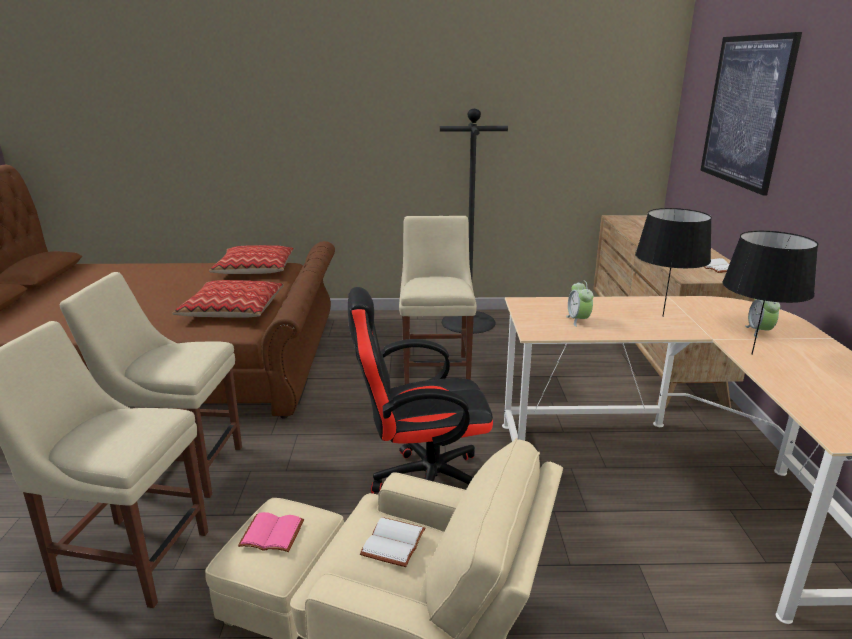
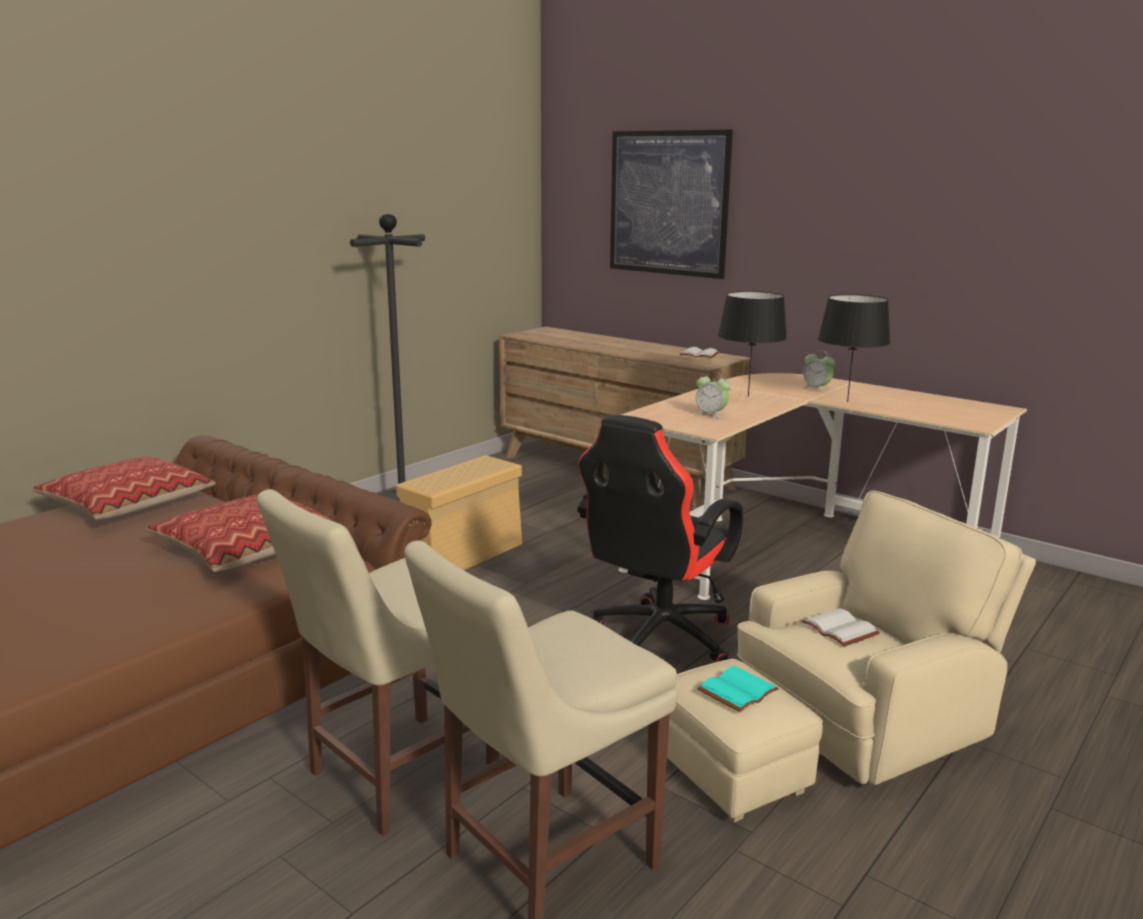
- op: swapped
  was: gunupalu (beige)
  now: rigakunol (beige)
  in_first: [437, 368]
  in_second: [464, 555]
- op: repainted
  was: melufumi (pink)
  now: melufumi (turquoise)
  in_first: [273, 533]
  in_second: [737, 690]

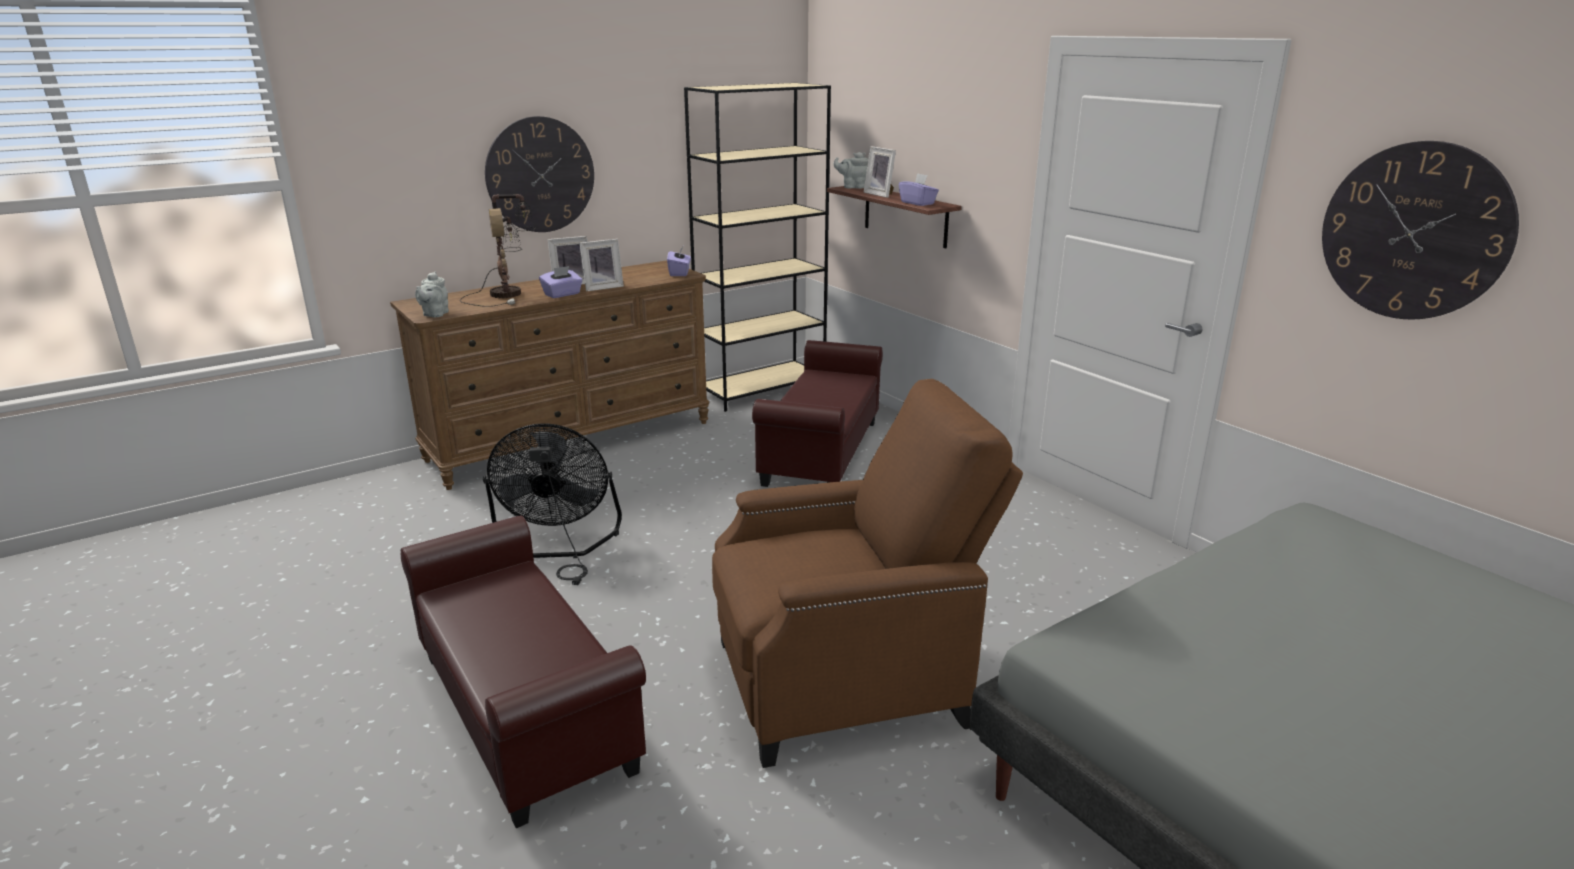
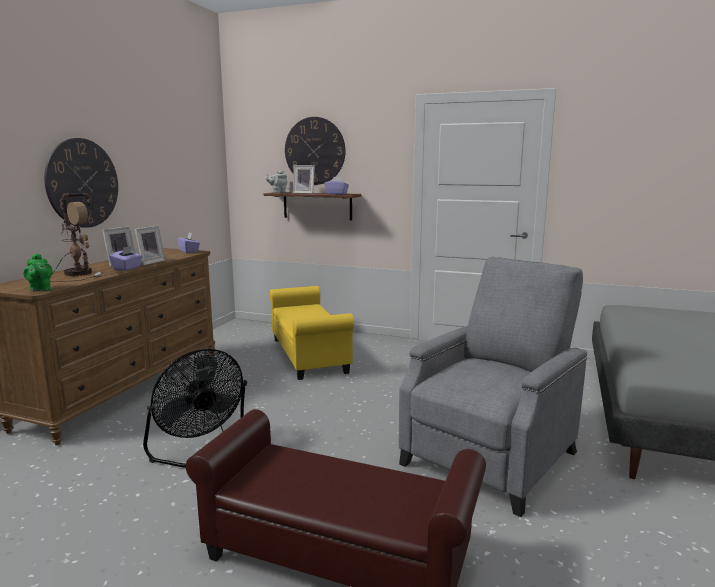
- op: gone
  was: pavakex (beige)
  in_first: [762, 390]
- op: shifted
  was: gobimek
  in_first: [1414, 231]
  in_second: [315, 151]
- op: repainted
  was: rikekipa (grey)
  now: rikekipa (green)
  in_first: [435, 314]
  in_second: [40, 289]
- op: repainted
  was: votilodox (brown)
  now: votilodox (yellow)
  in_first: [821, 452]
  in_second: [308, 355]
- op: repainted
  was: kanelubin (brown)
  now: kanelubin (grey)
  in_first: [850, 681]
  in_second: [493, 456]

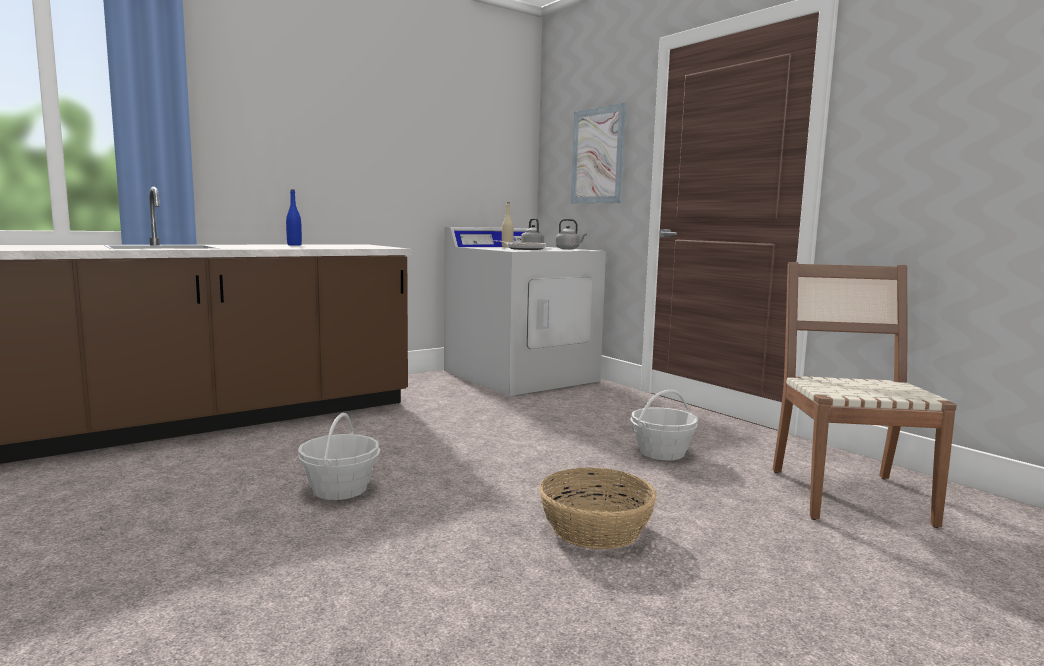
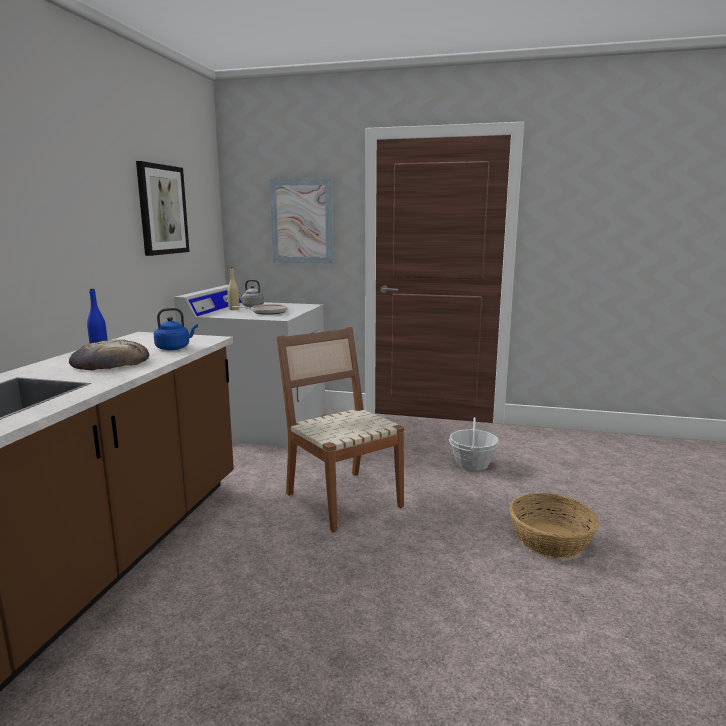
- op: gone
  was: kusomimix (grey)
  in_first: [568, 249]
- op: shifted
  was: gunupalu
  in_first: [847, 493]
  in_second: [341, 498]
- op: gone
  was: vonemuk
  in_first: [340, 489]
- op: new
  now: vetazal
  in_second: [162, 210]
- op: new
  now: kusomimix (blue)
  in_second: [174, 348]
- op: new
  now: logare
  in_second: [110, 362]

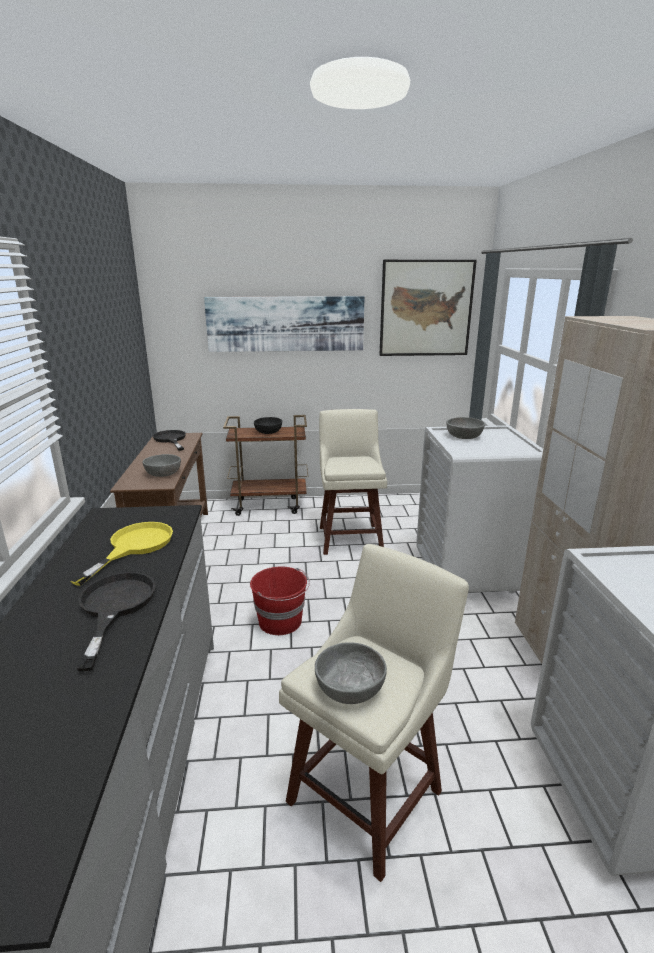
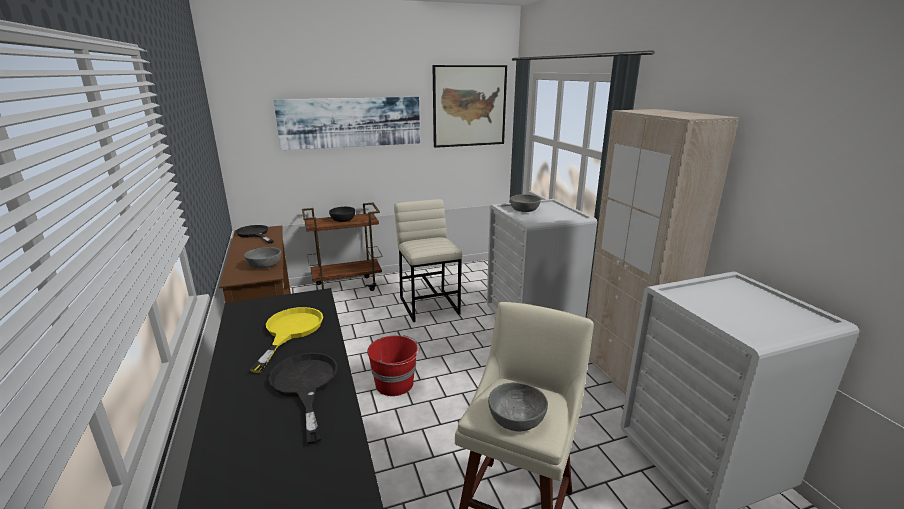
- op: swapped
  was: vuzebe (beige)
  now: gunupalu (beige)
  in_first: [350, 537]
  in_second: [428, 305]

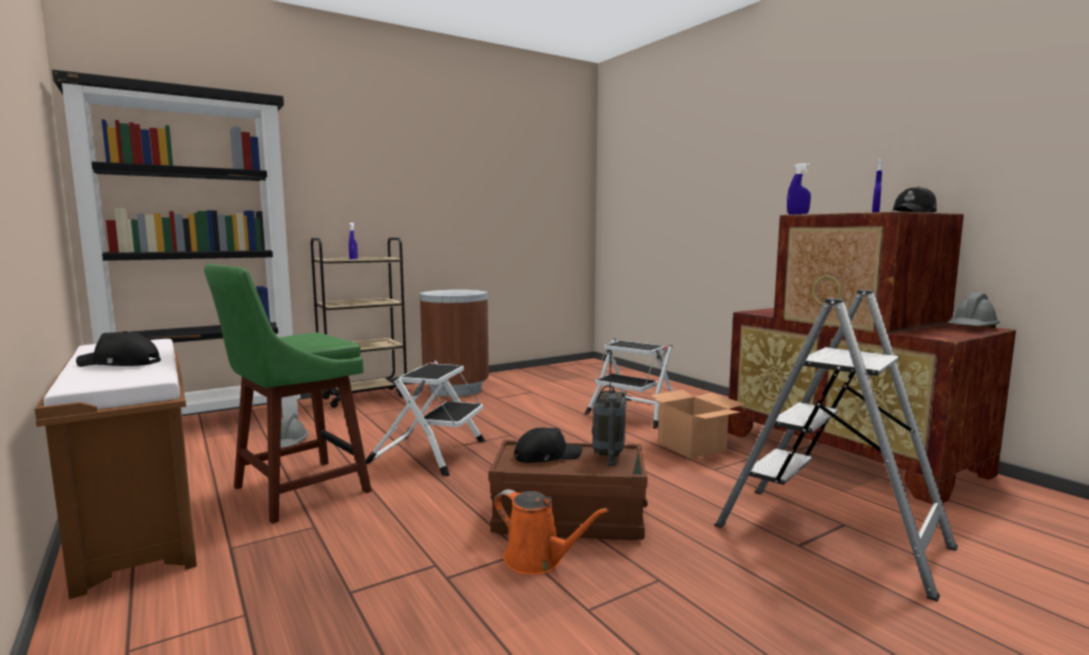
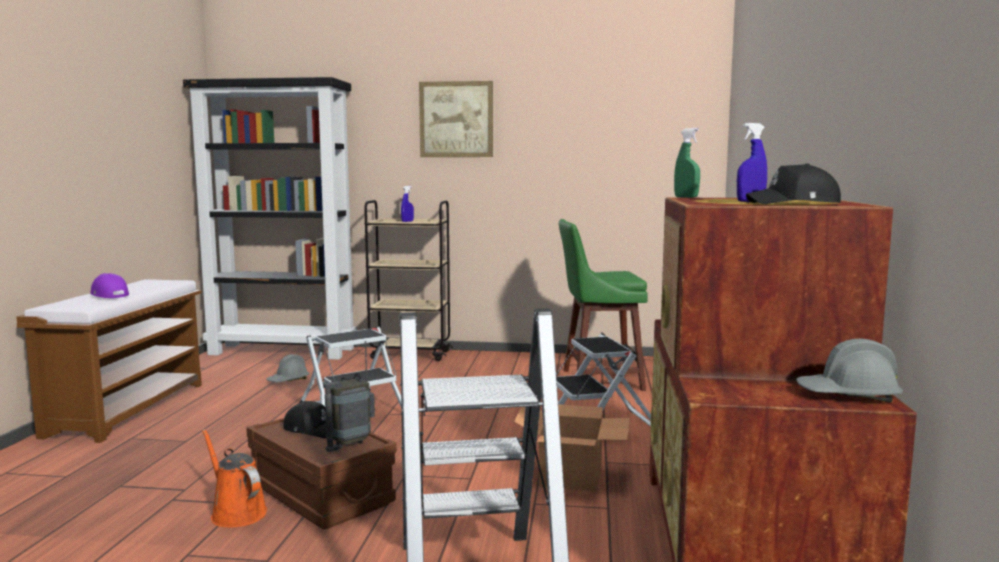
- op: repainted
  was: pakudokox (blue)
  now: pakudokox (green)
  in_first: [797, 214]
  in_second: [686, 197]
- op: shifted
  was: gunupalu (green)
  in_first: [294, 491]
  in_second: [597, 380]
- op: gone
  was: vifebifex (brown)
  in_first: [456, 389]
- op: repainted
  was: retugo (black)
  now: retugo (purple)
  in_first: [119, 364]
  in_second: [108, 295]
- op: rotated
  was: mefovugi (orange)
  in_first: [538, 560]
  in_second: [236, 512]
  clockwise: 150
- op: new
  now: vetazal
  in_second: [456, 119]

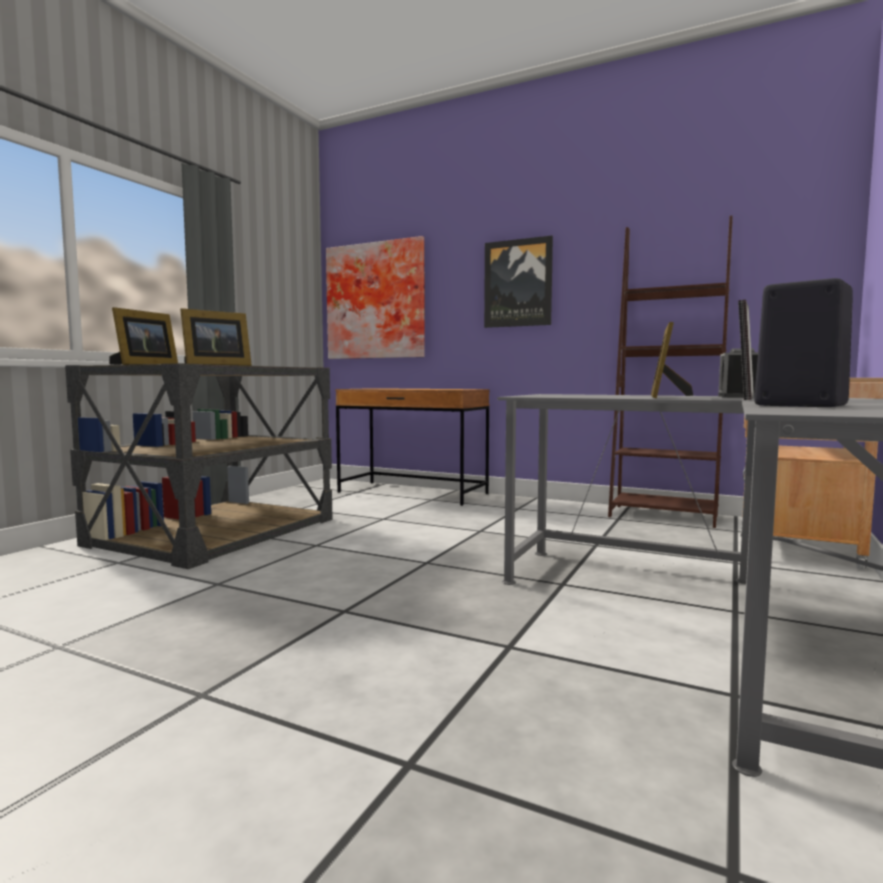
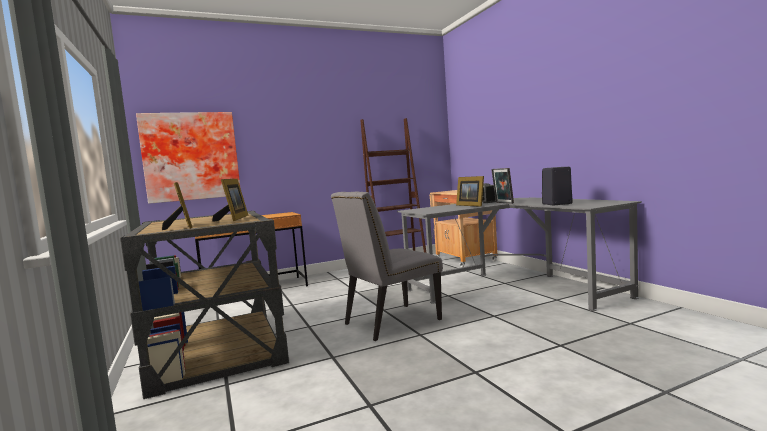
- op: gone
  was: vetazal
  in_first: [518, 283]
- op: new
  now: gunupalu (grey)
  in_second: [393, 321]

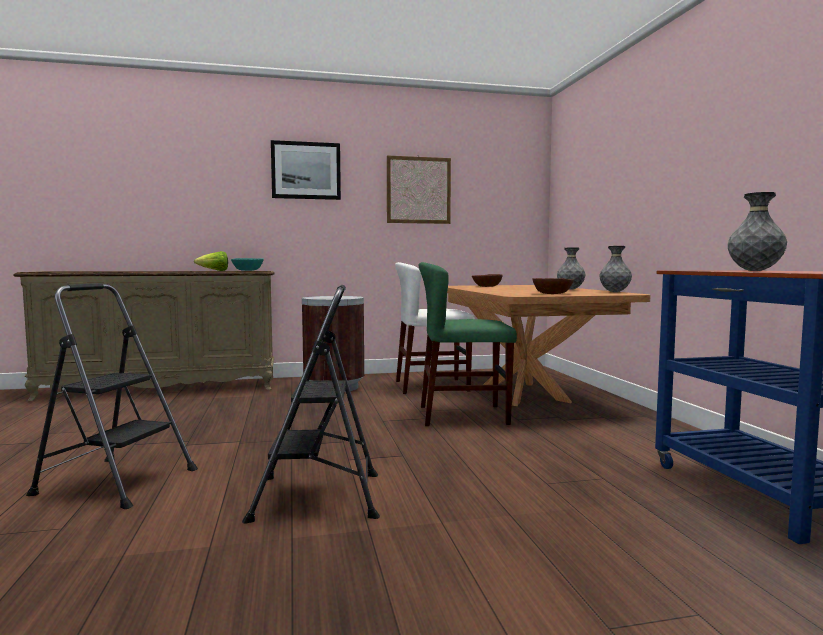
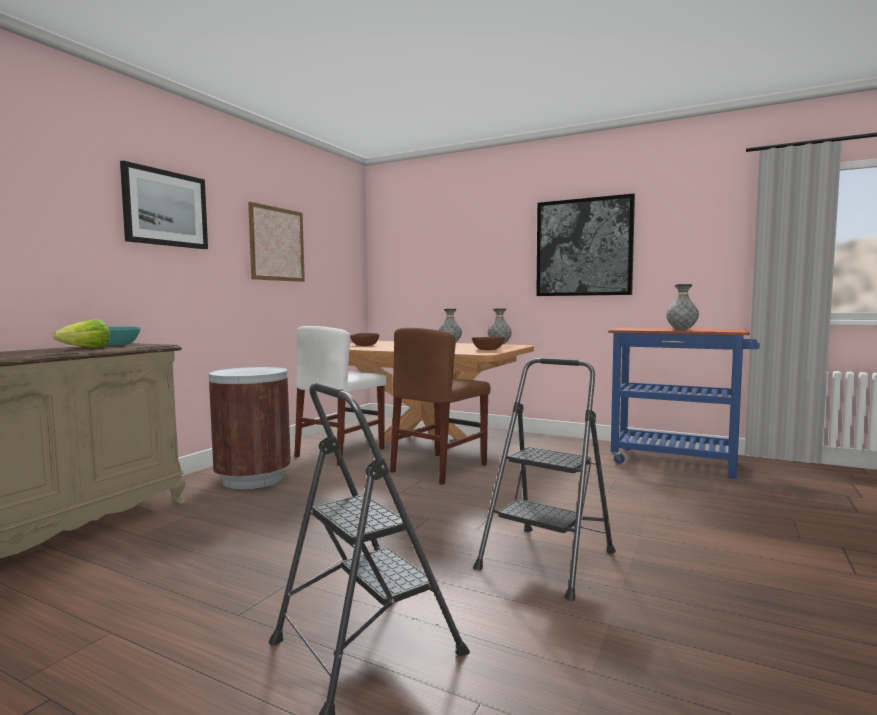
- op: repainted
  was: gunupalu (green)
  now: gunupalu (brown)
  in_first: [463, 415]
  in_second: [439, 468]
- op: new
  now: vetazal
  in_second: [584, 247]

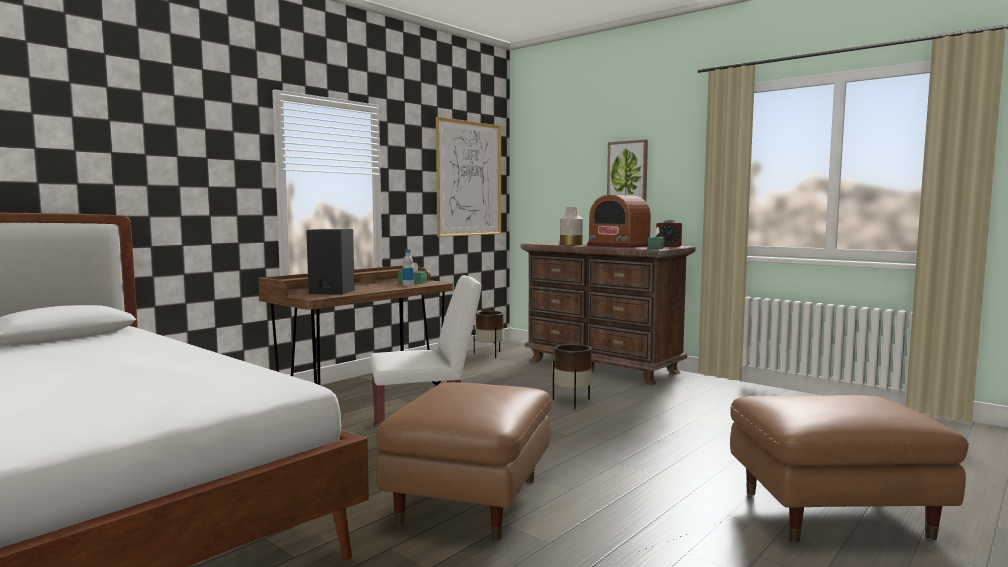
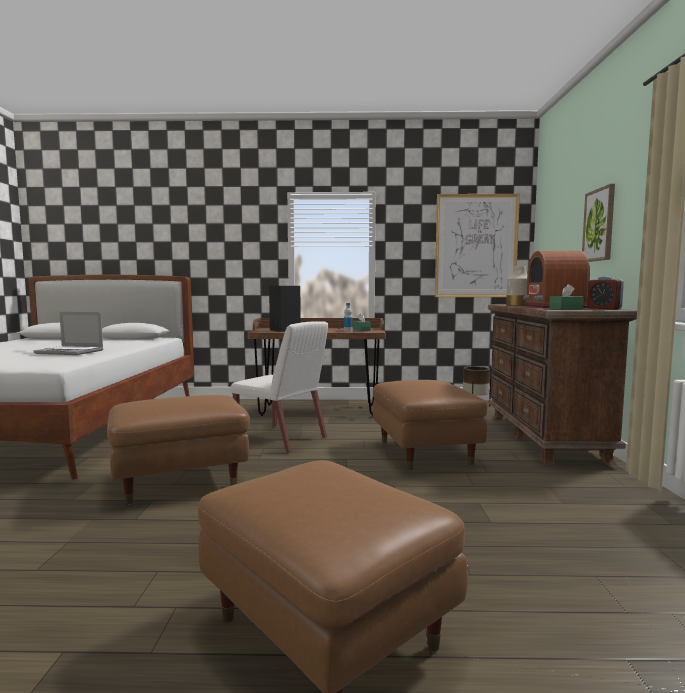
- op: swapped
  was: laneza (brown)
  now: votilodox (brown)
  in_first: [572, 402]
  in_second: [425, 453]
- op: new
  now: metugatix
  in_second: [71, 352]

